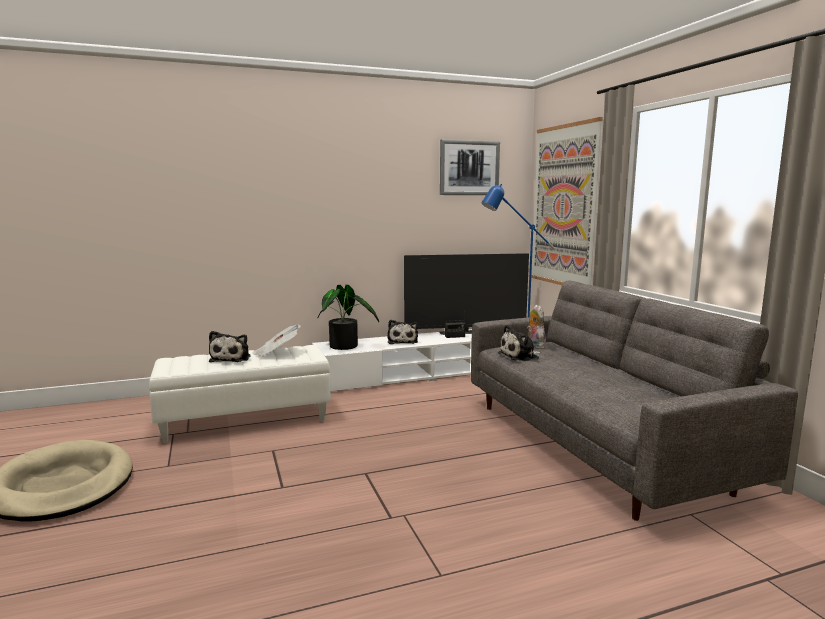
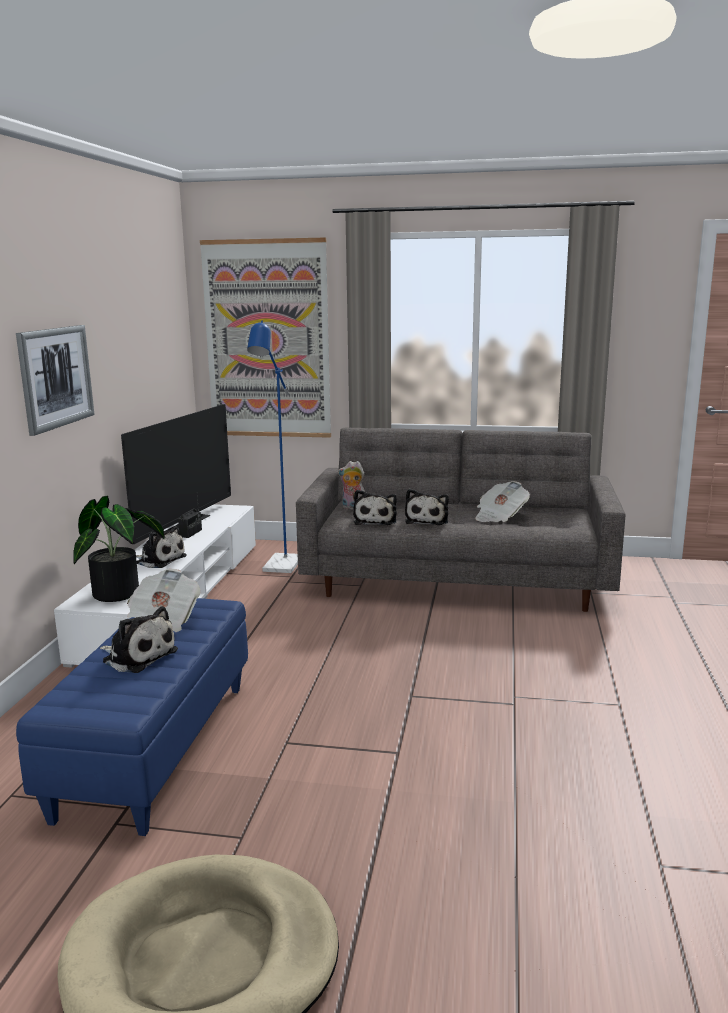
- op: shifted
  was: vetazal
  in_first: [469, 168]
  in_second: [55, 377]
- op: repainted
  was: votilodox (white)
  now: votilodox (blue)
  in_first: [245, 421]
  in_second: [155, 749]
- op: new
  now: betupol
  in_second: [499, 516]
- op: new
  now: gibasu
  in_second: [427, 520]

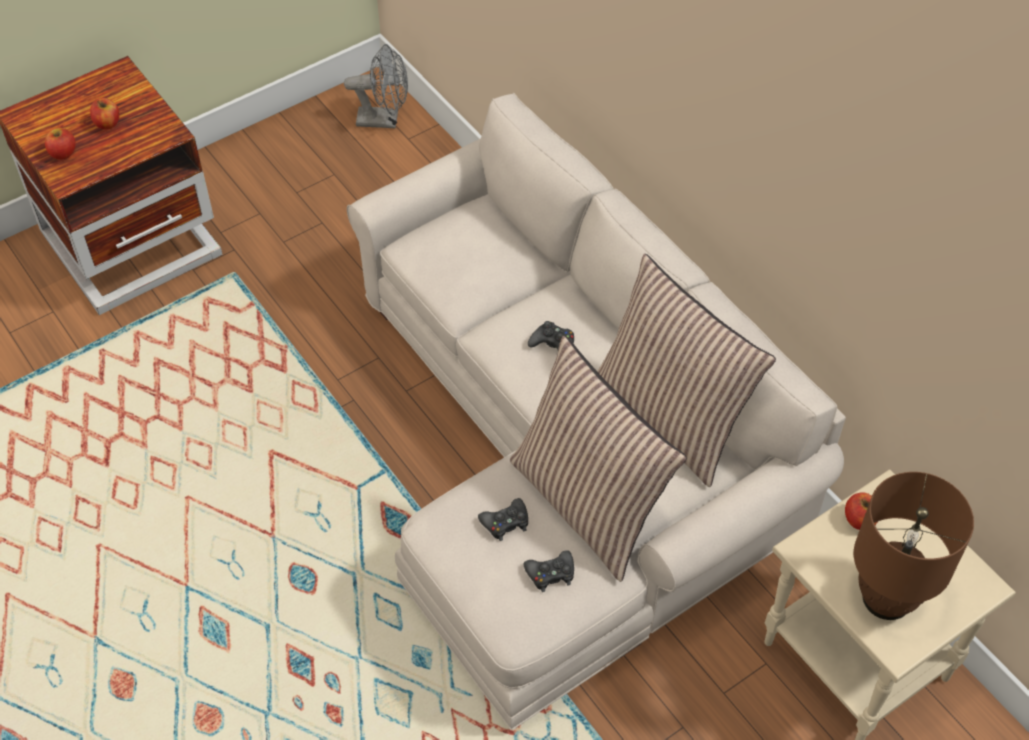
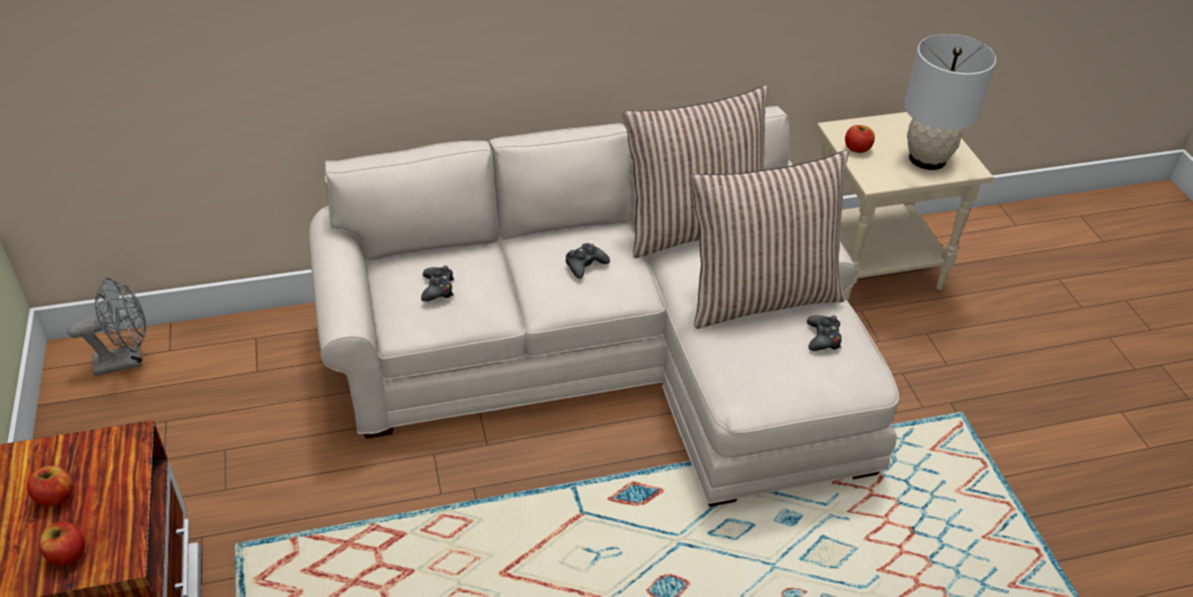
- op: rotated
  was: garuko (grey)
  in_first: [384, 120]
  in_second: [127, 360]
  clockwise: 45
- op: repainted
  was: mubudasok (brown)
  now: mubudasok (white)
  in_first: [887, 598]
  in_second: [927, 158]
- op: shifted
  was: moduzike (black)
  in_first: [505, 523]
  in_second: [438, 288]

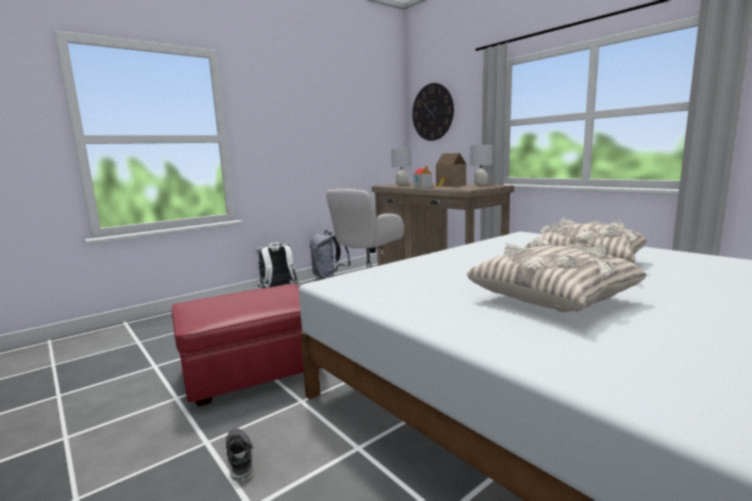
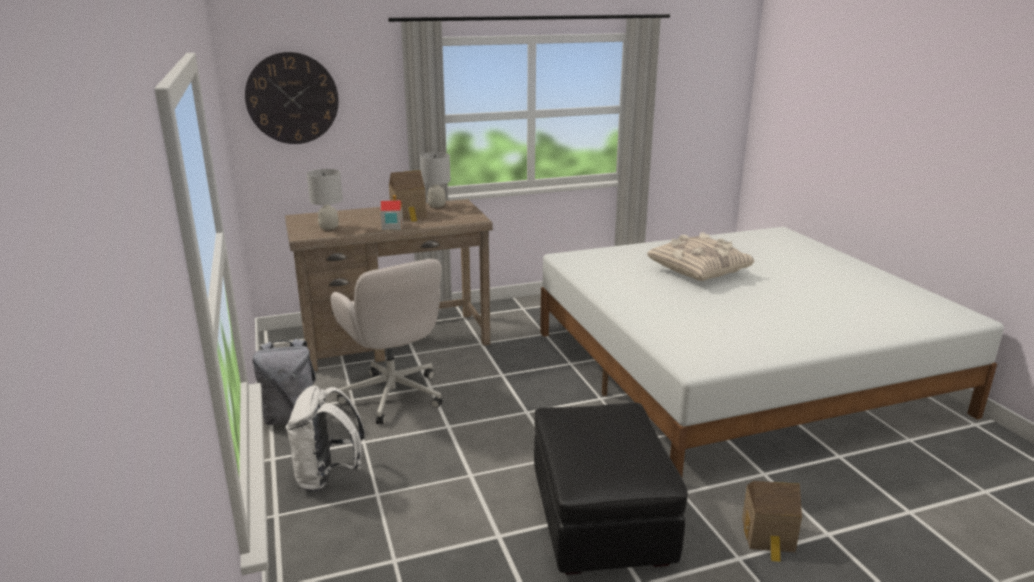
- op: gone
  was: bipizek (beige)
  in_first: [552, 300]
- op: repainted
  was: votilodox (red)
  now: votilodox (black)
  in_first: [252, 371]
  in_second: [600, 521]
- op: swapped
  was: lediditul
  now: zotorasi
  in_first: [239, 459]
  in_second: [769, 537]

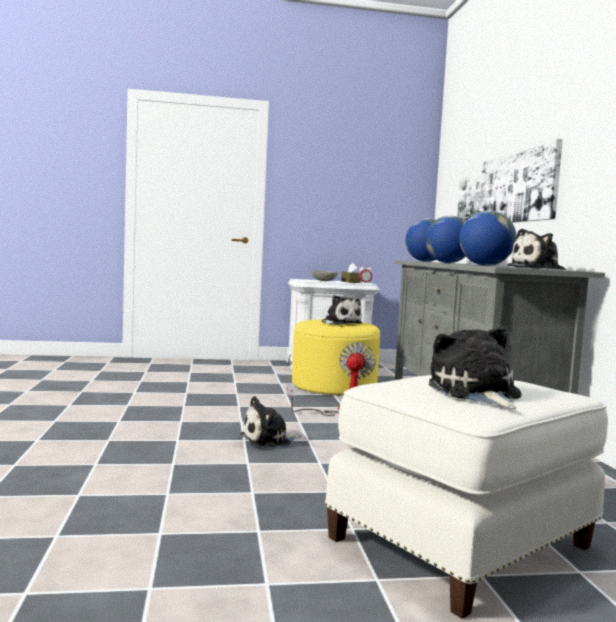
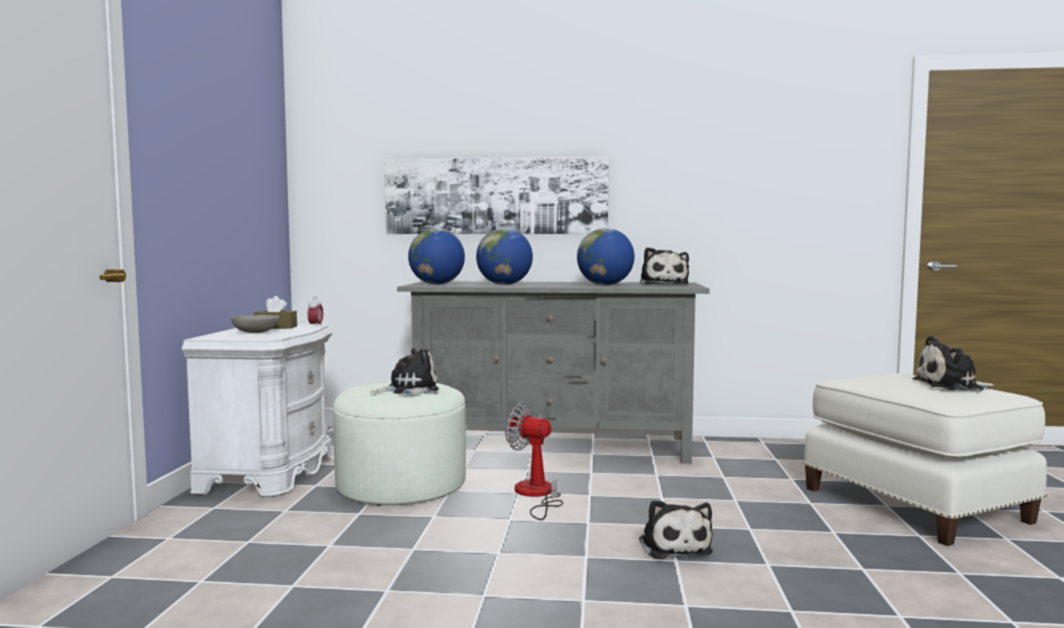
- op: repainted
  was: votilodox (yellow)
  now: votilodox (white)
  in_first: [334, 386]
  in_second: [401, 484]

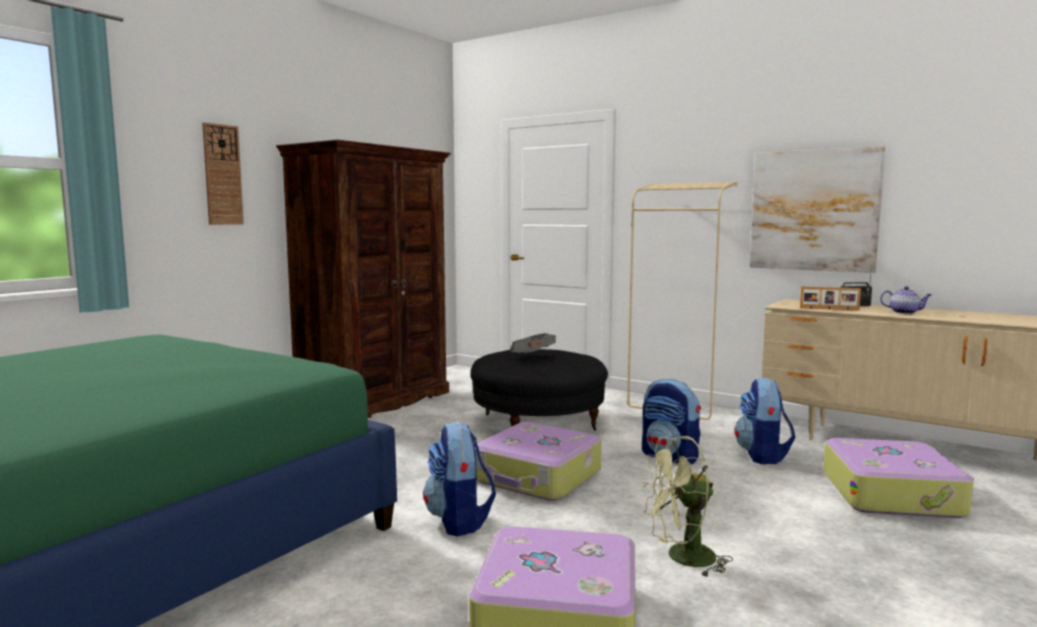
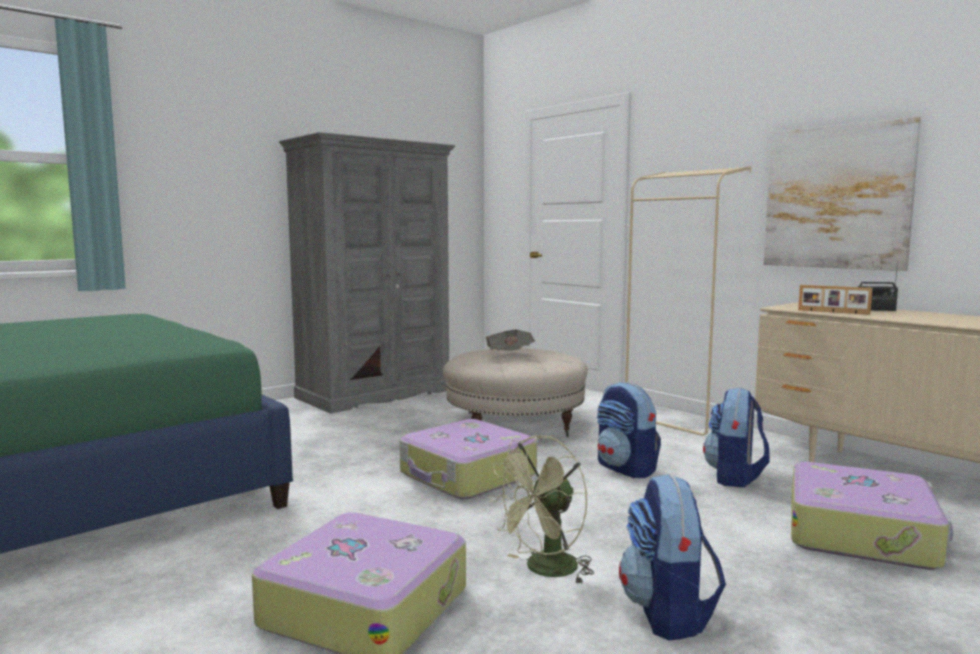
- op: gone
  was: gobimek
  in_first: [222, 175]
- op: repainted
  was: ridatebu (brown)
  now: ridatebu (grey)
  in_first: [376, 401]
  in_second: [375, 394]
- op: gone
  was: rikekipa
  in_first: [905, 312]
- op: repainted
  was: votilodox (black)
  now: votilodox (beige)
  in_first: [538, 422]
  in_second: [515, 424]
- op: shifted
  was: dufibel
  in_first: [459, 521]
  in_second: [668, 613]
- op: rotated
  was: garuko (green)
  in_first: [682, 558]
  in_second: [545, 571]
  clockwise: -45

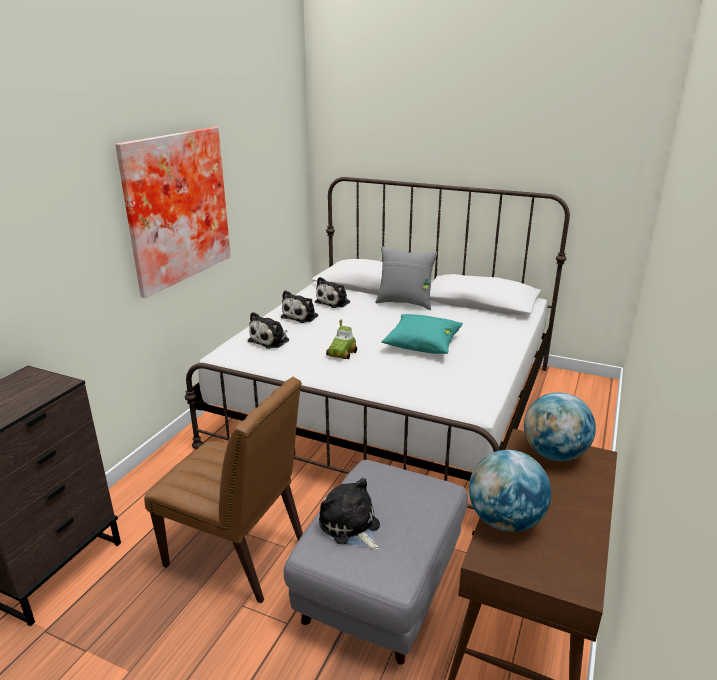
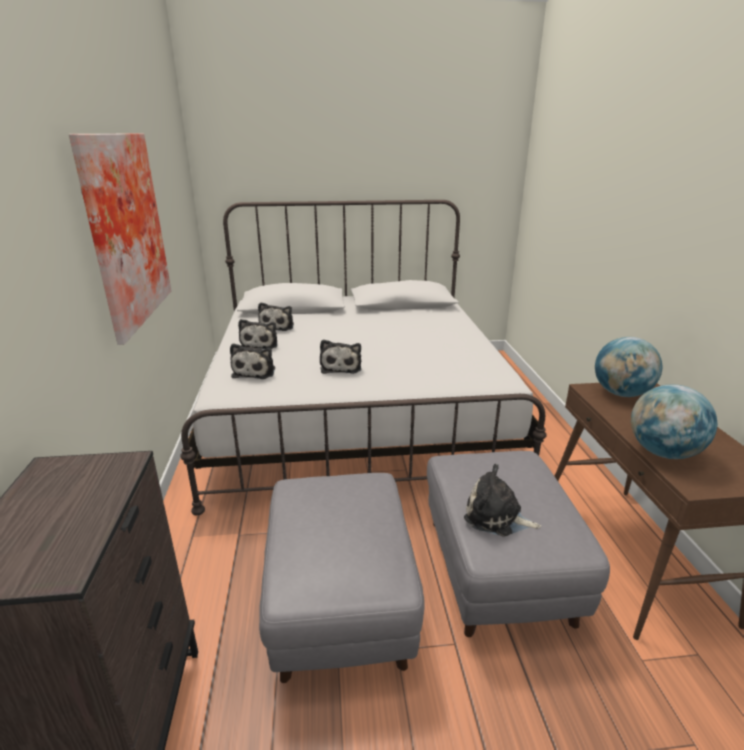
- op: gone
  was: bipizek (grey)
  in_first: [404, 303]
- op: gone
  was: bipizek (turquoise)
  in_first: [422, 344]
- op: swapped
  was: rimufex
  now: gibasu
  in_first: [342, 354]
  in_second: [341, 367]
- op: swapped
  was: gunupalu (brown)
  now: votilodox (grey)
  in_first: [235, 554]
  in_second: [341, 602]

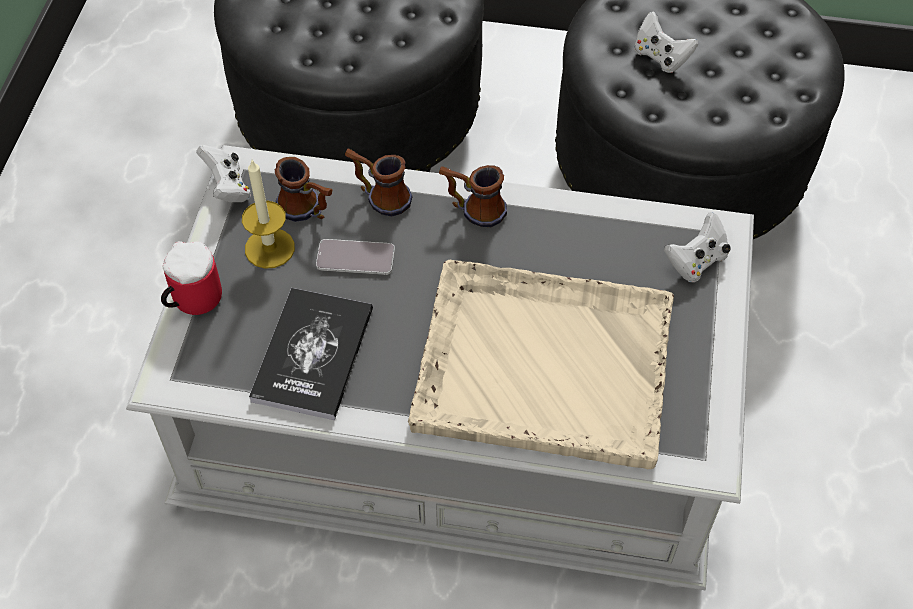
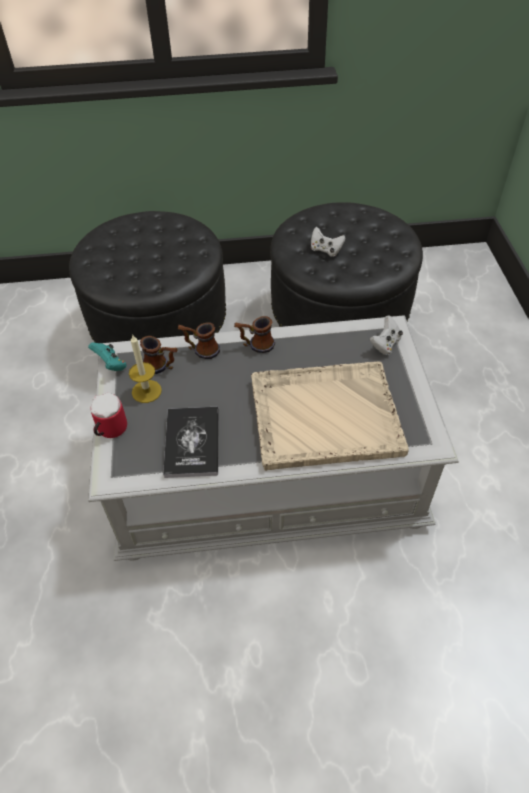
- op: repainted
  was: moduzike (white)
  now: moduzike (turquoise)
  in_first: [228, 188]
  in_second: [111, 365]
- op: gone
  was: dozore
  in_first: [355, 258]

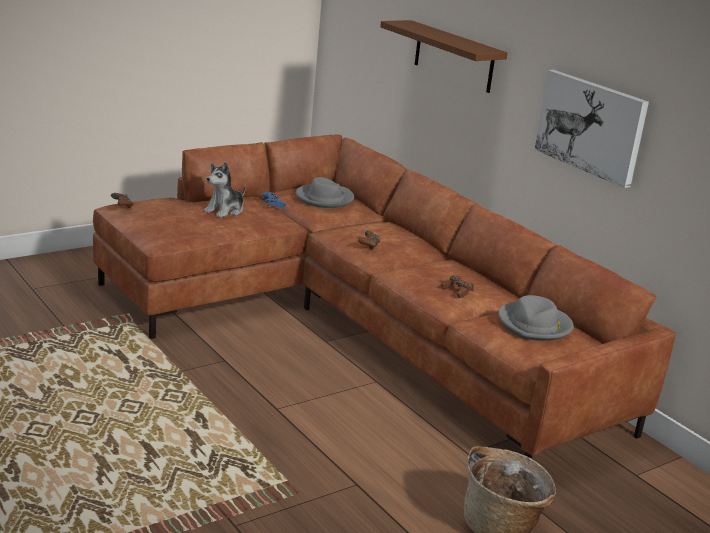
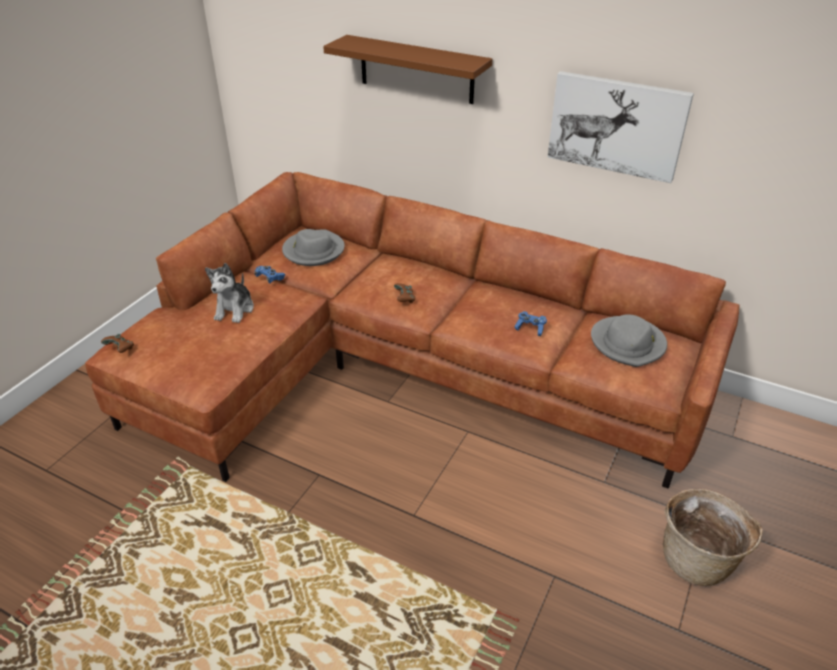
- op: repainted
  was: moduzike (brown)
  now: moduzike (blue)
  in_first: [457, 291]
  in_second: [530, 328]

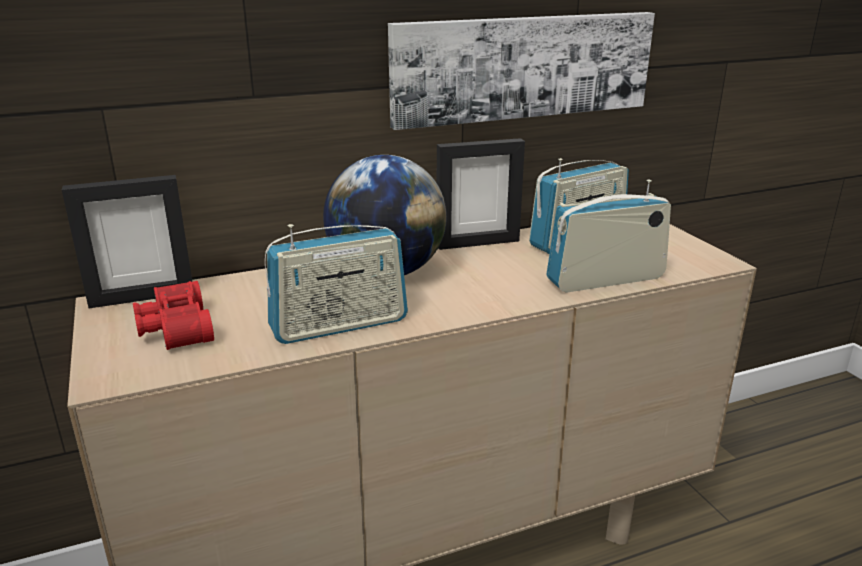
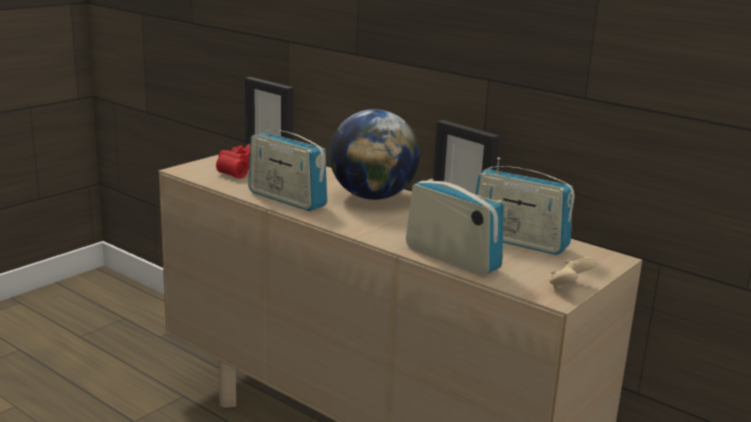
- op: gone
  was: vetazal
  in_first: [523, 67]
- op: new
  now: moduzike (beige)
  in_second: [568, 287]

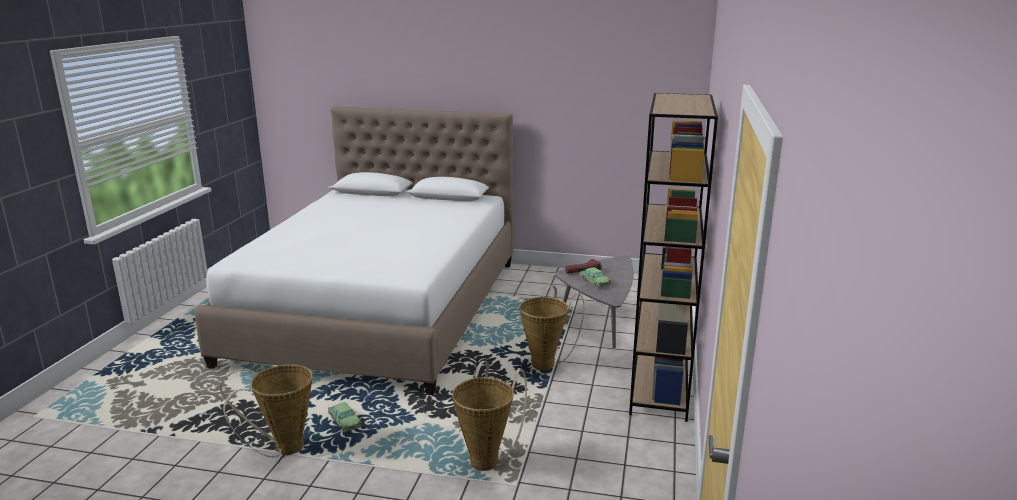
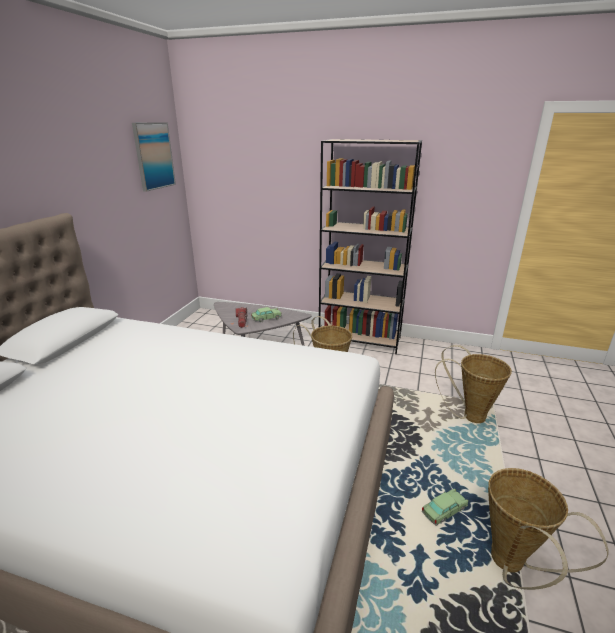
- op: new
  now: vetazal
  in_second: [153, 156]

